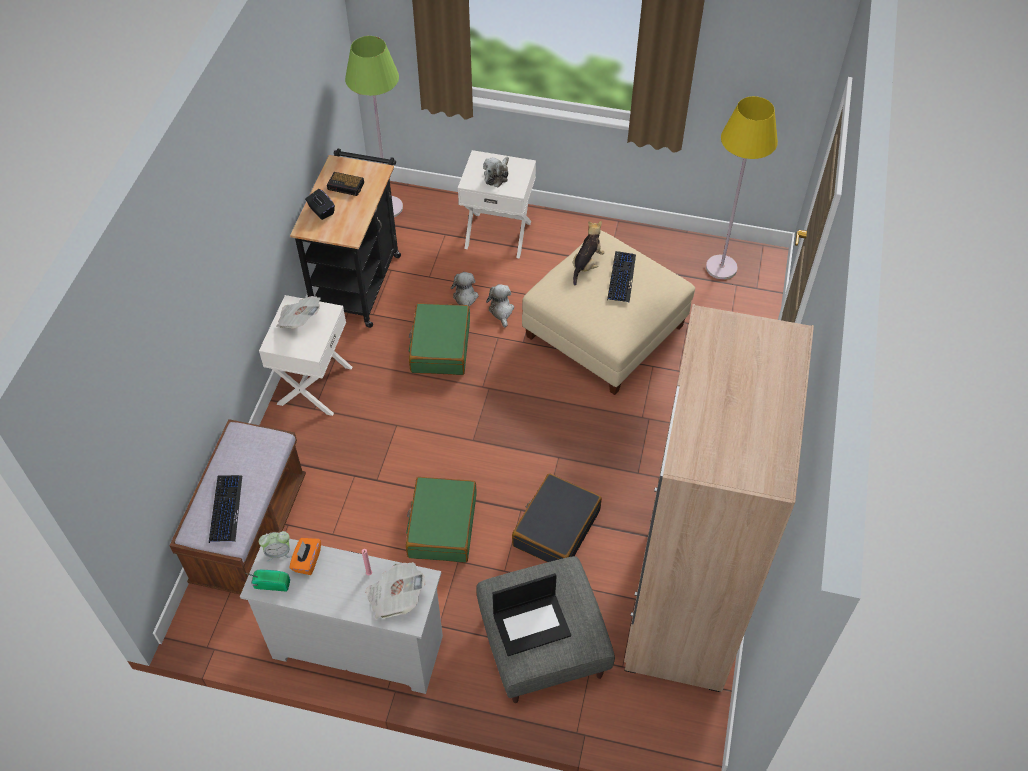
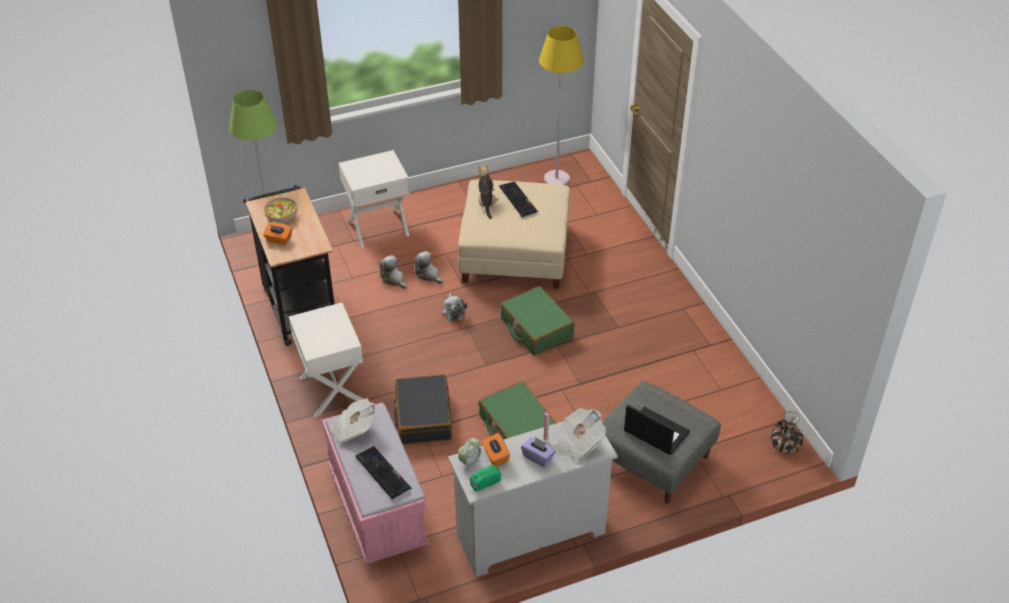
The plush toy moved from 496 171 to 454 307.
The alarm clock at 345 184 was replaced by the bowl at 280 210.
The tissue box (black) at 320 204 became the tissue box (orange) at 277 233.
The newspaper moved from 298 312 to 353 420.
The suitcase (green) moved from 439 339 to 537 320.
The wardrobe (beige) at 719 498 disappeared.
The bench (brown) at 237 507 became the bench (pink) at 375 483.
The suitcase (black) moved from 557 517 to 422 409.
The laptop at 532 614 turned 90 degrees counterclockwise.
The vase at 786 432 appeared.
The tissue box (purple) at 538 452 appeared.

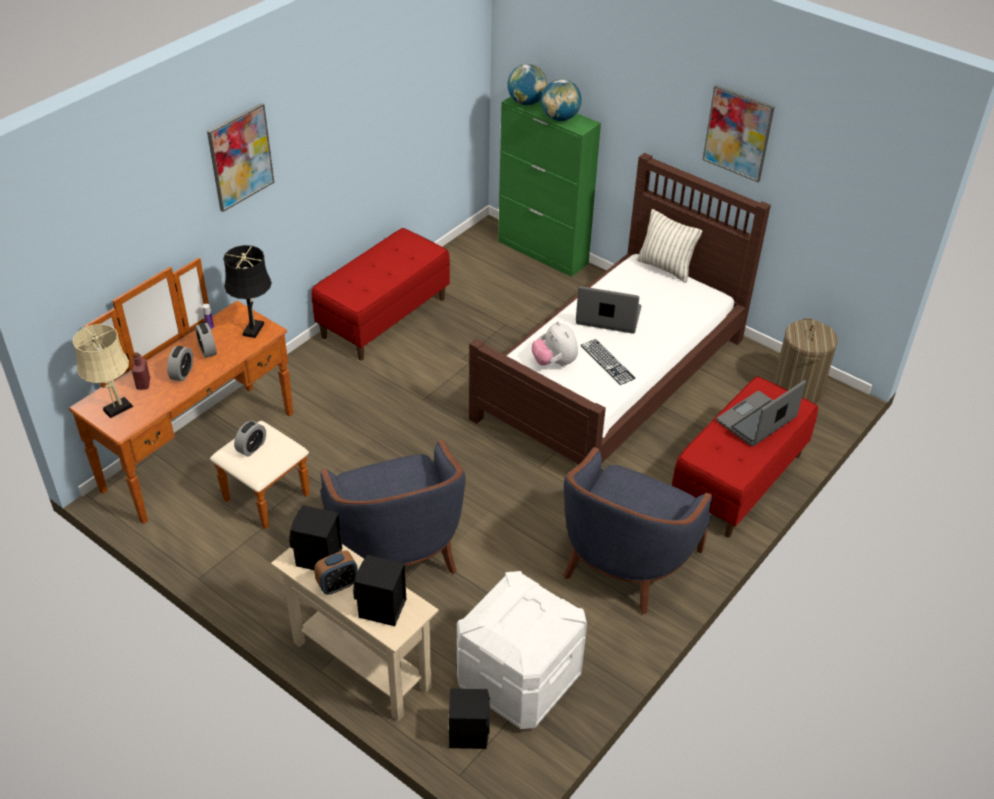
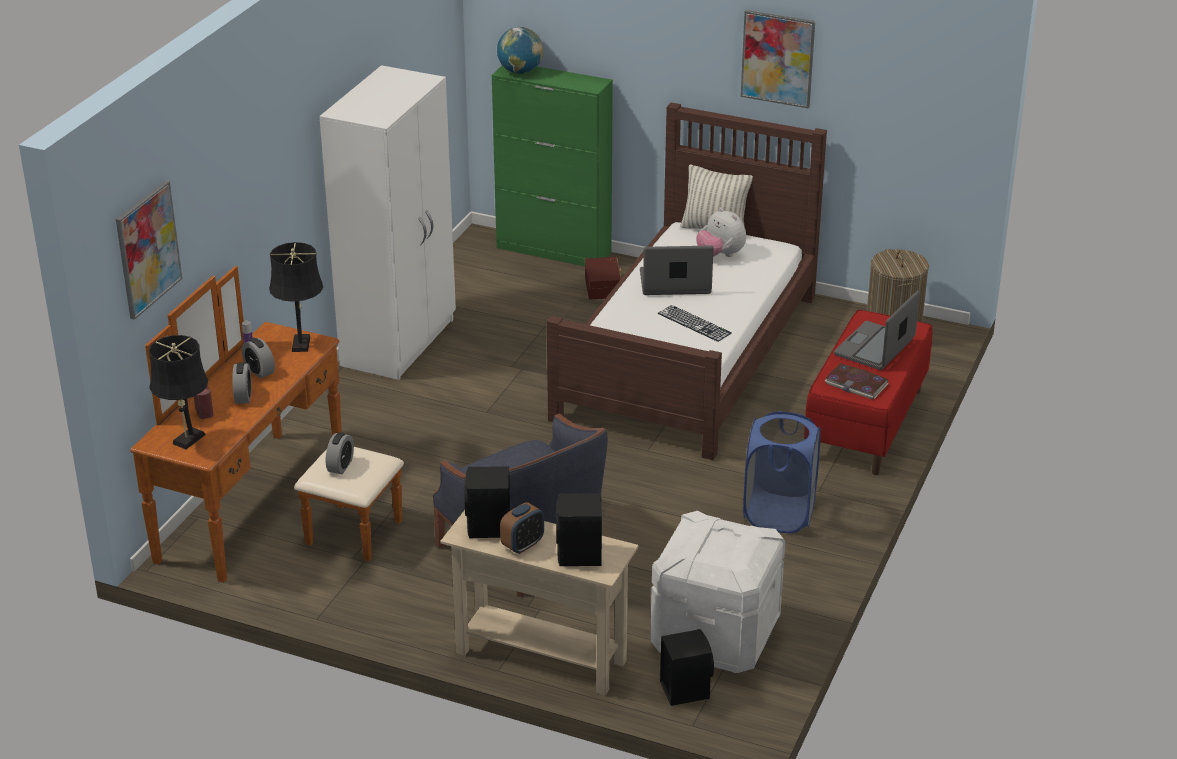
The globe at 561 100 disappeared.
The picture moved from 240 157 to 149 250.
The bench (red) at 380 294 was replaced by the wardrobe (white) at 388 222.
The plush toy moved from 555 343 to 721 232.
The table lamp (beige) at 103 371 became the table lamp (black) at 178 392.
The armchair (blue) at 637 530 was replaced by the laundry basket (blue) at 782 472.
The storage box (brown) at 603 278 appeared.
The book at 857 381 appeared.

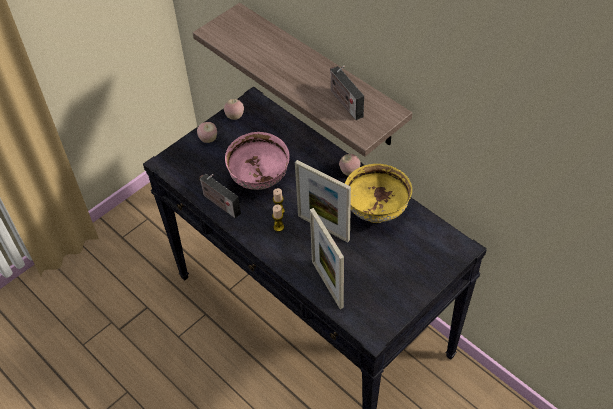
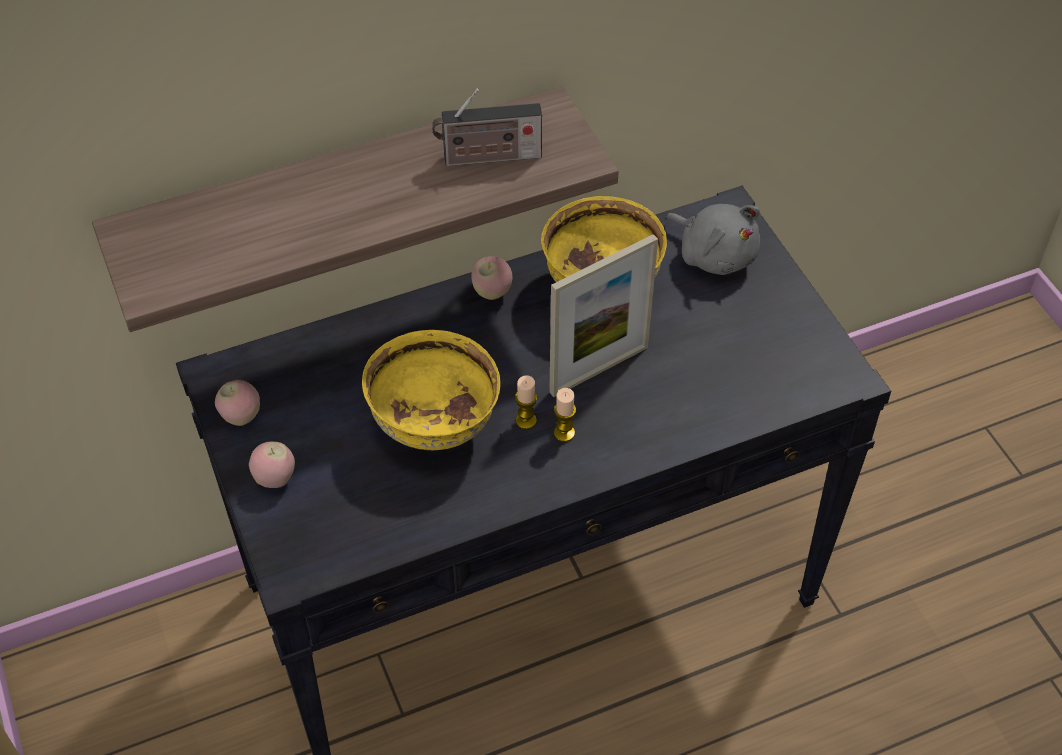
The bowl (pink) at 257 161 became the bowl (yellow) at 431 390.
The radio at 220 196 disappeared.
The picture frame at 327 258 disappeared.
The plush toy (grey) at 713 239 appeared.

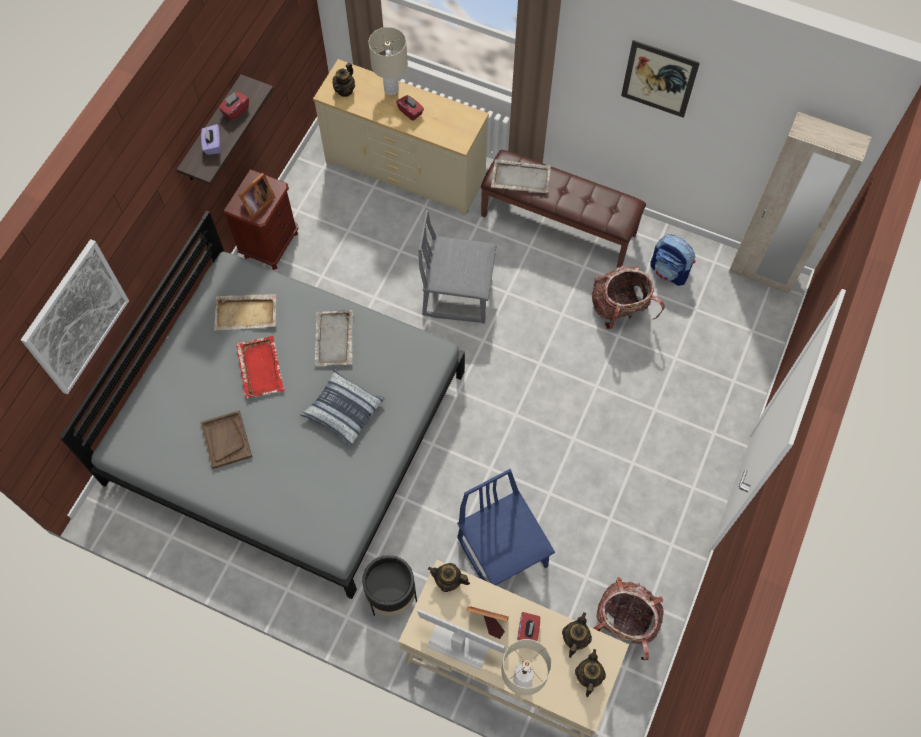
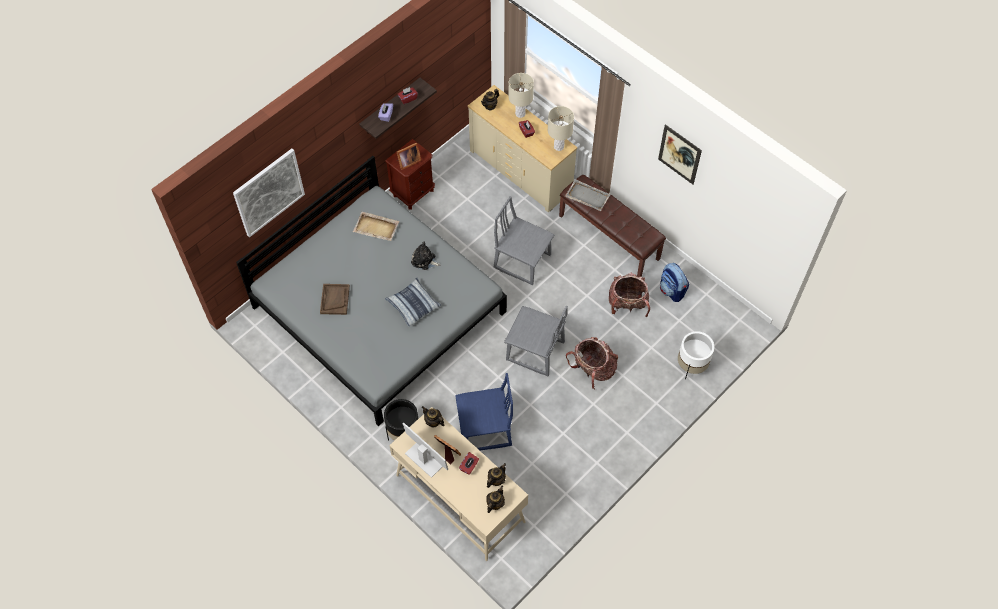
The wardrobe (beige) at 800 203 disappeared.
The tray (grey) at 334 338 was replaced by the plush toy at 426 256.
The tray (red) at 260 367 disappeared.
The chair (blue) at 506 527 turned 90 degrees clockwise.
The backpack moved from 628 618 to 592 363.
The table lamp (beige) moved from 526 667 to 561 128.
The chair (grey) at 536 341 appeared.
The planter (white) at 696 355 appeared.

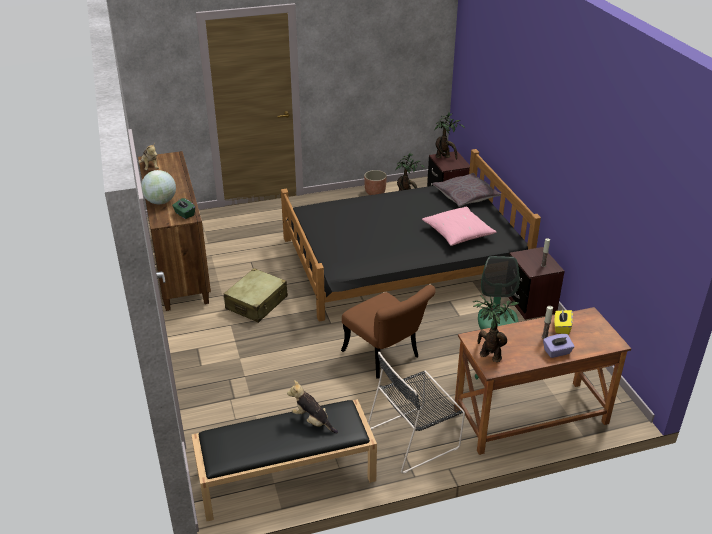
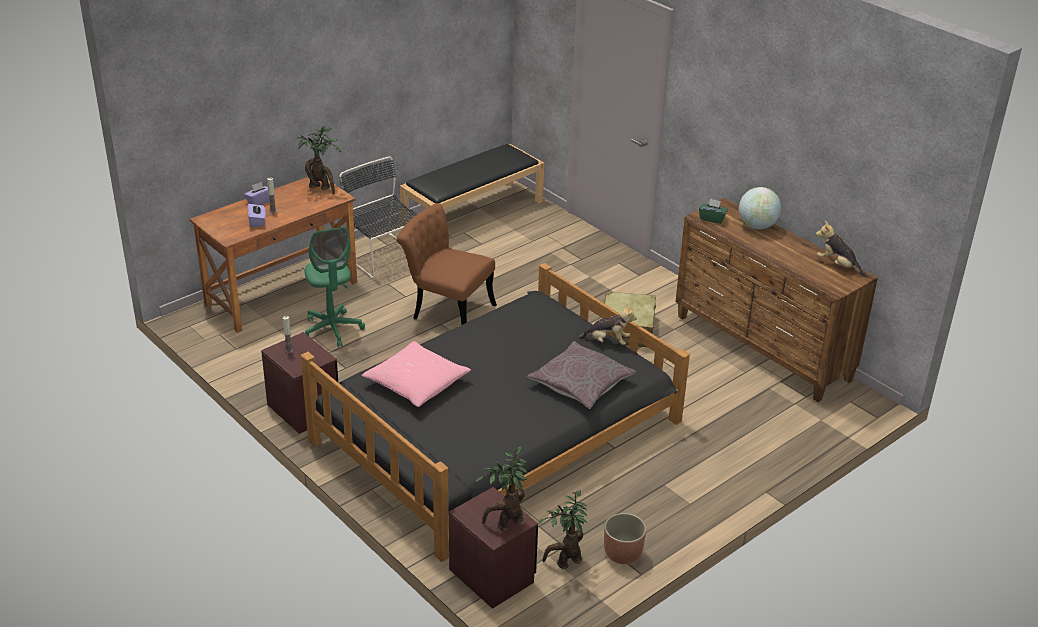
The pillow (grey) moved from 466 190 to 581 375.
The tissue box (yellow) at 563 321 became the tissue box (purple) at 257 214.
The chair (black) at 416 413 turned 75 degrees counterclockwise.
The plush toy moved from 312 406 to 607 324.

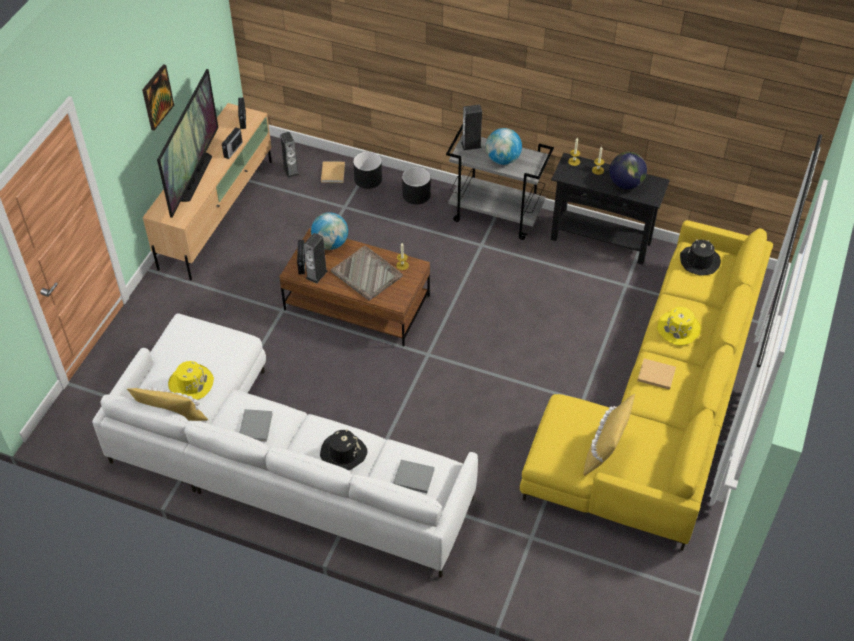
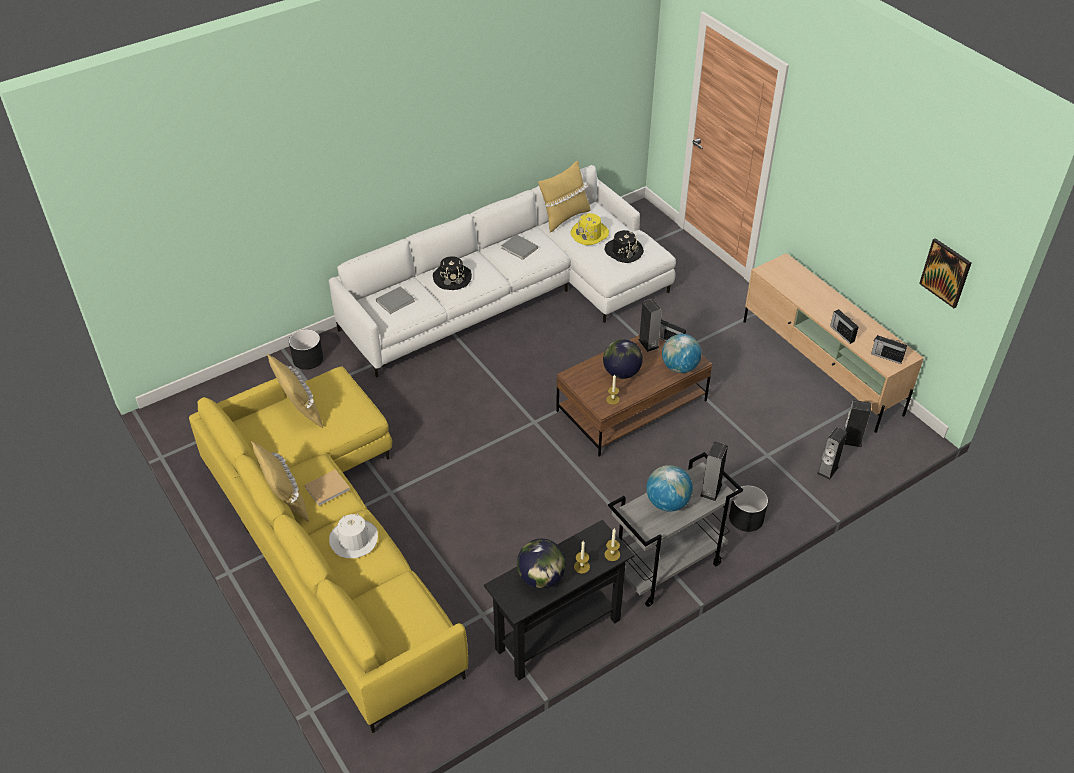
The picture moved from 158 97 to 945 273.
The television at 187 143 disappeared.
The planter (black) moved from 367 170 to 306 349.
The book (beige) at 333 172 was replaced by the speaker at 832 453.
The hat (black) moved from 700 257 to 624 246.
The tray (grey) at 367 273 was replaced by the globe at 623 359.
The hat (yellow) at 679 326 became the hat (white) at 353 536.
The pillow (yellow) at 280 481 appeared.

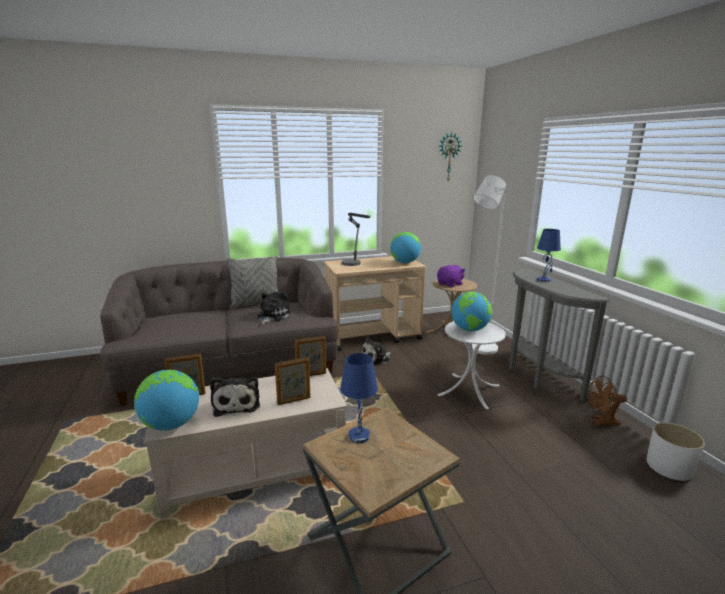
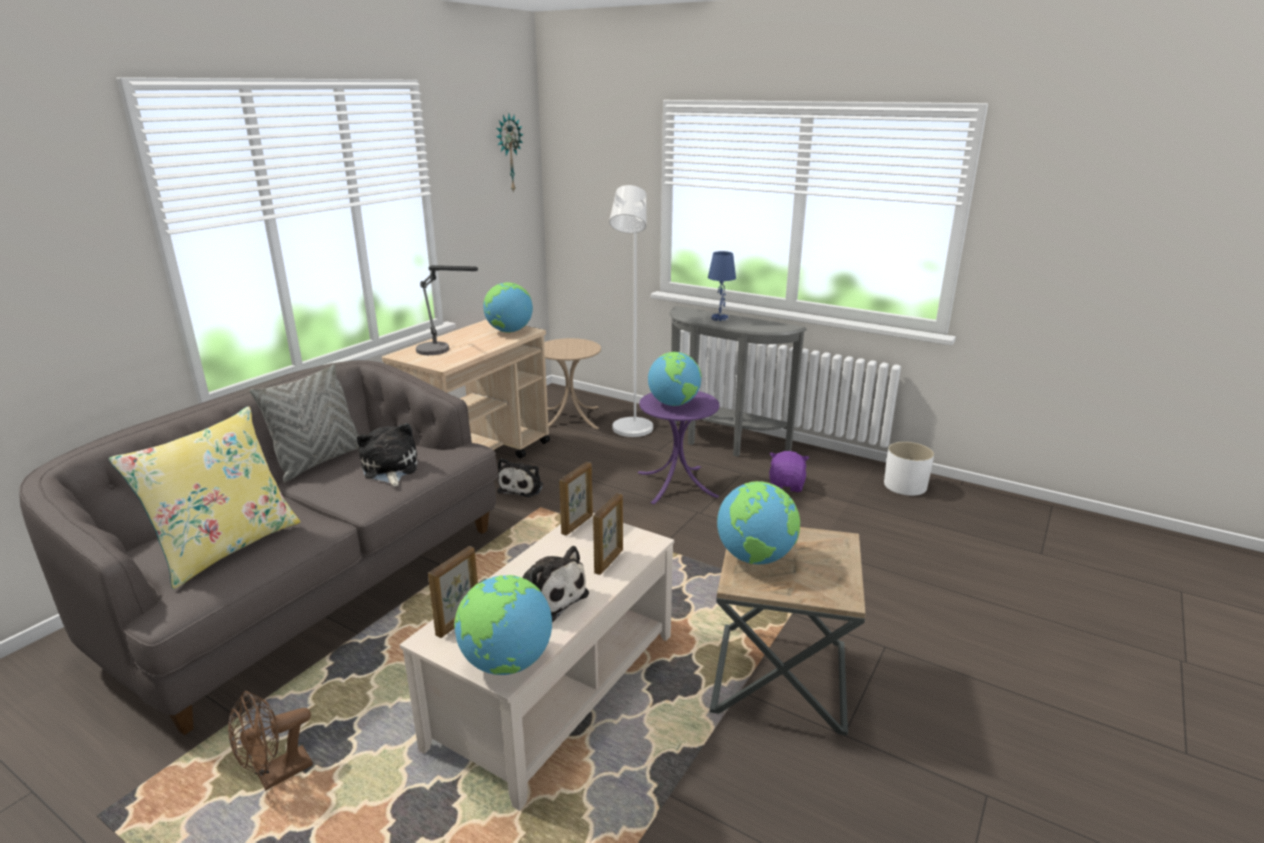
The plush toy (purple) moved from 451 276 to 789 471.
The side table (white) at 471 365 became the side table (purple) at 678 447.
The table lamp (blue) at 359 398 was replaced by the globe at 758 522.
The fan (brown) moved from 607 401 to 270 741.
The pillow (yellow) at 204 497 appeared.

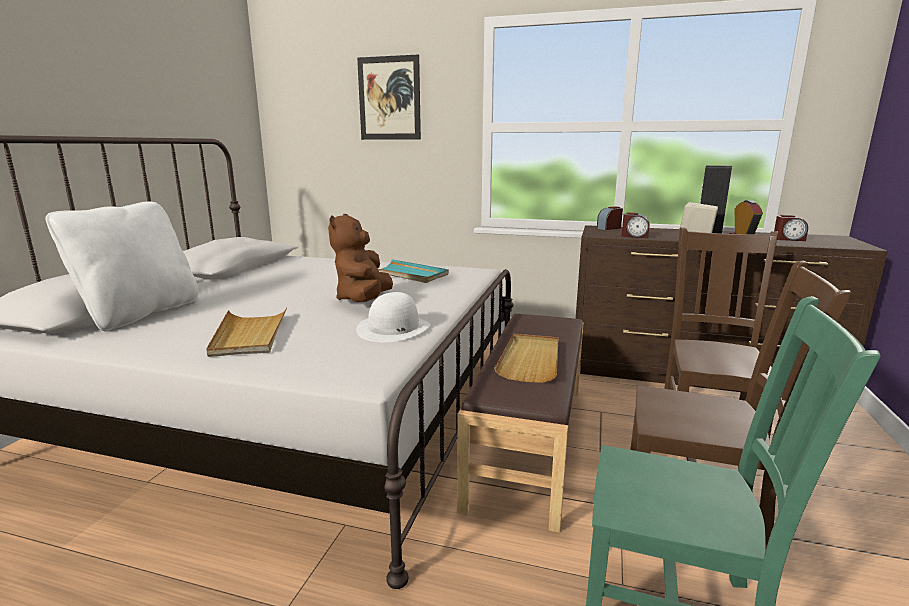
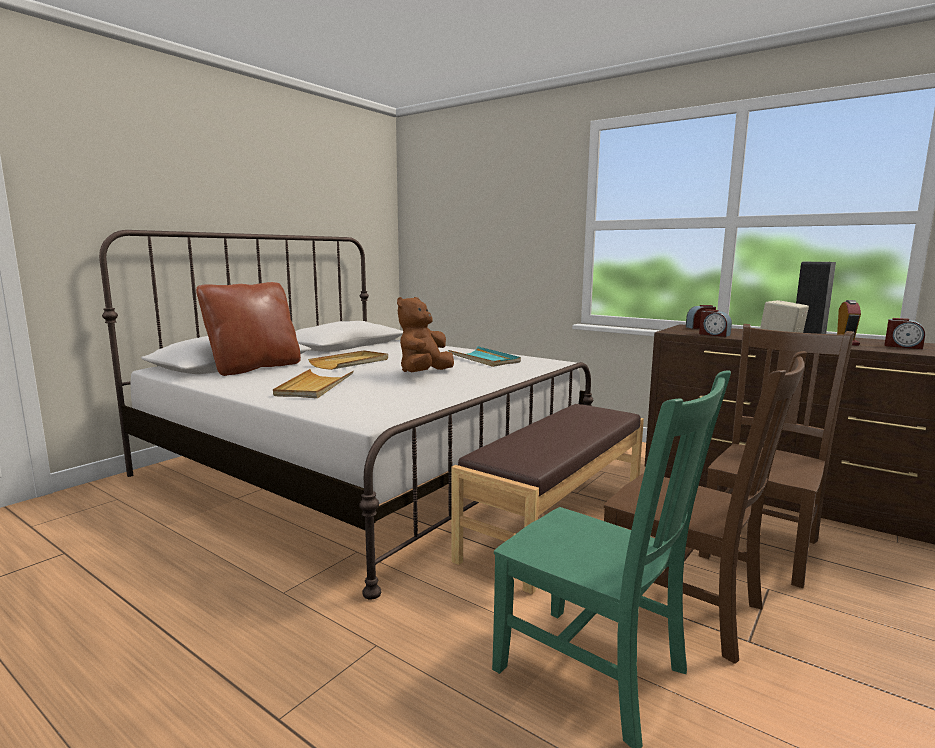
The picture at 389 97 disappeared.
The pillow (white) at 122 266 became the pillow (brown) at 248 329.
The hat (white) at 393 317 disappeared.
The tray (beige) moved from 526 358 to 348 360.

